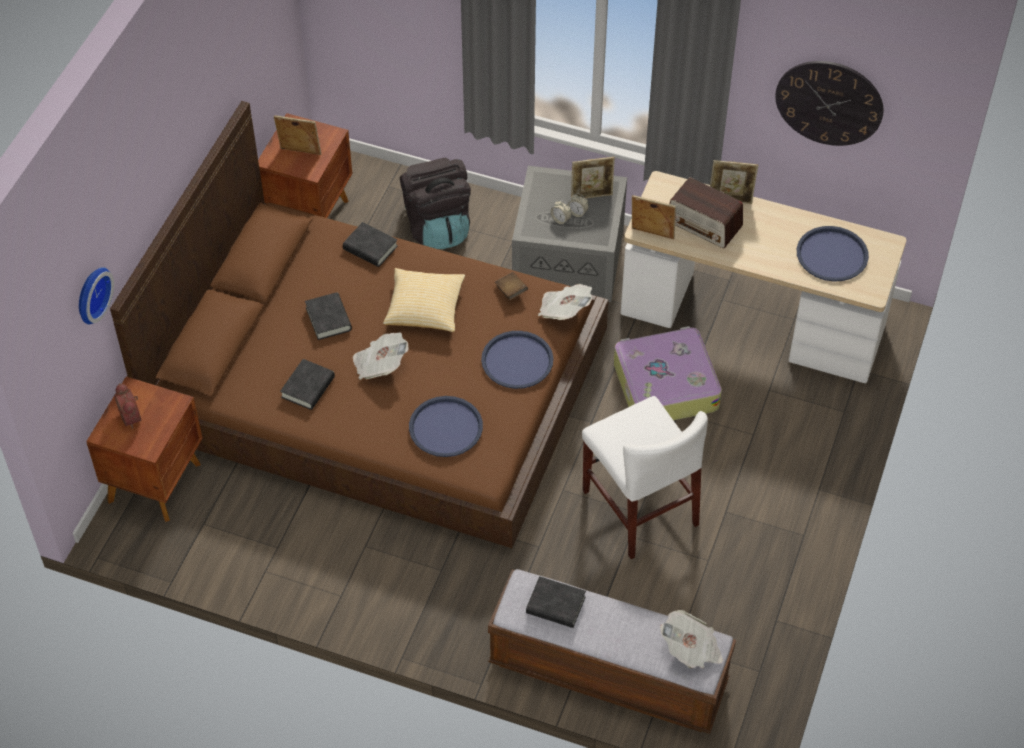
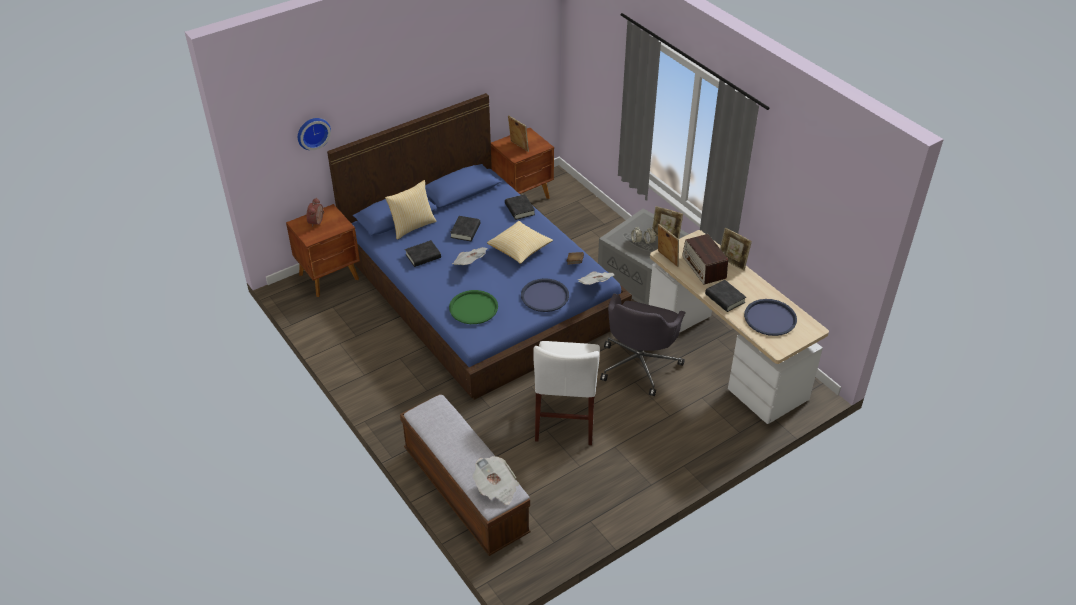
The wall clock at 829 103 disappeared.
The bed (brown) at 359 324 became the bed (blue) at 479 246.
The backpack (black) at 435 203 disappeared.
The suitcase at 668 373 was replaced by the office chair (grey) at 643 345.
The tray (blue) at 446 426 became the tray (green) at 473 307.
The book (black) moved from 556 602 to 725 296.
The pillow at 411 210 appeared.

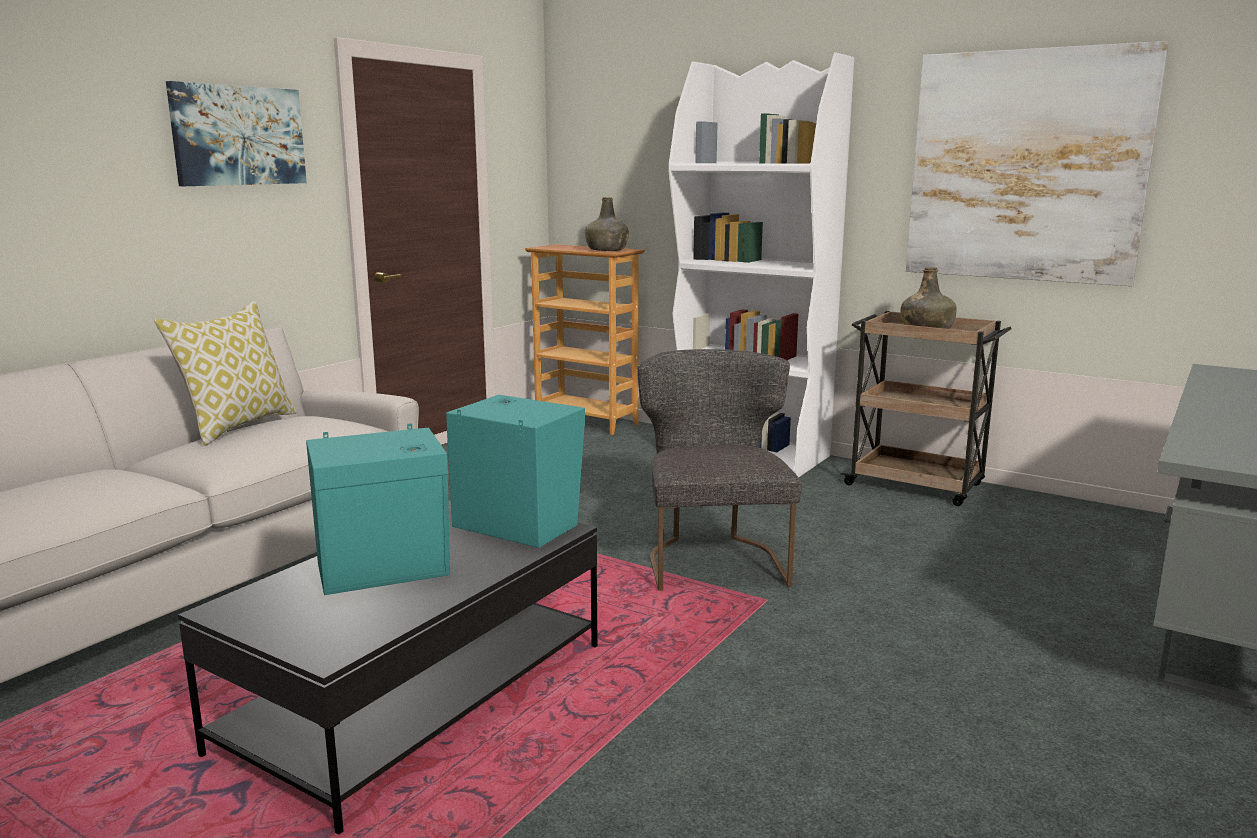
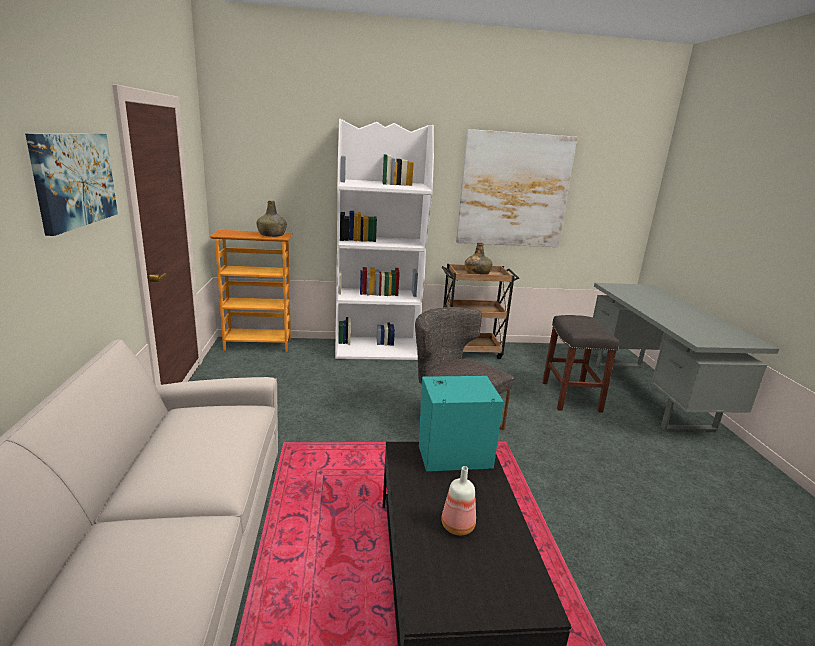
The pillow at 226 373 disappeared.
The speaker (turquoise) at 378 509 was replaced by the bottle at 458 500.
The stool (grey) at 580 364 appeared.

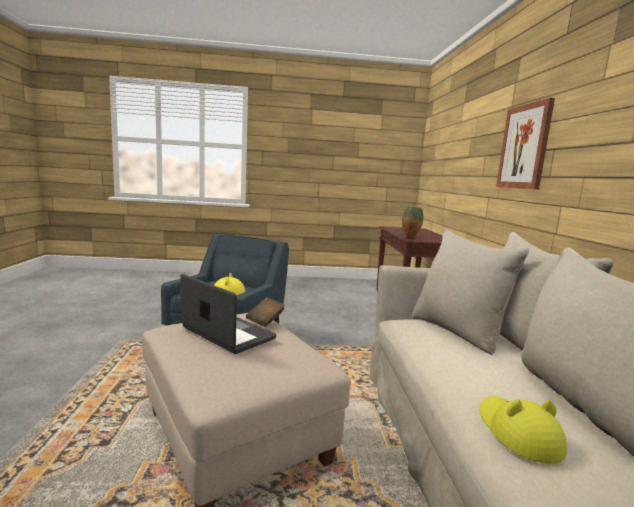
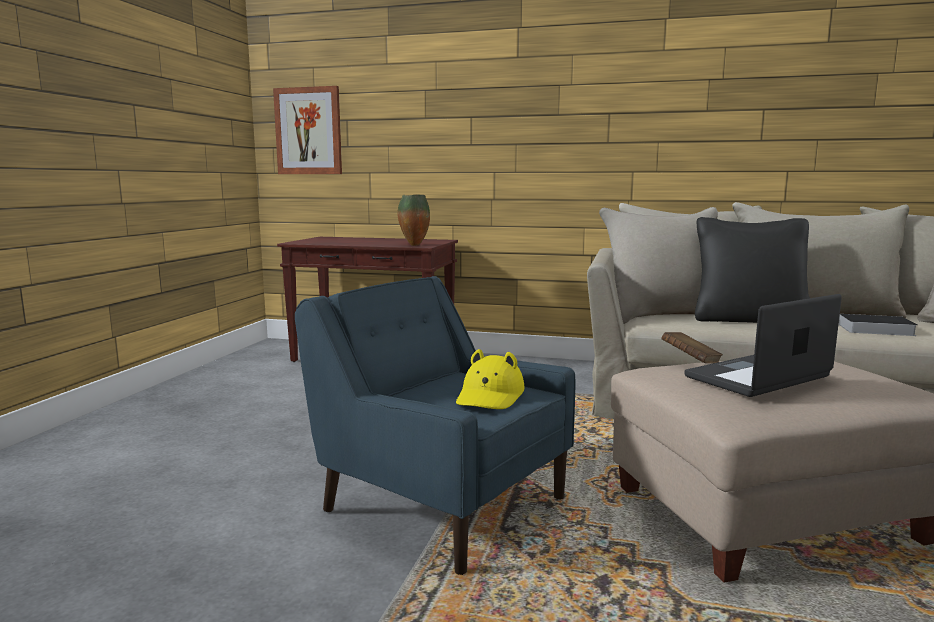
The picture moved from 525 144 to 307 130.
The hat (yellow) at 523 429 was replaced by the book at 878 325.
The pillow (black) at 752 270 appeared.

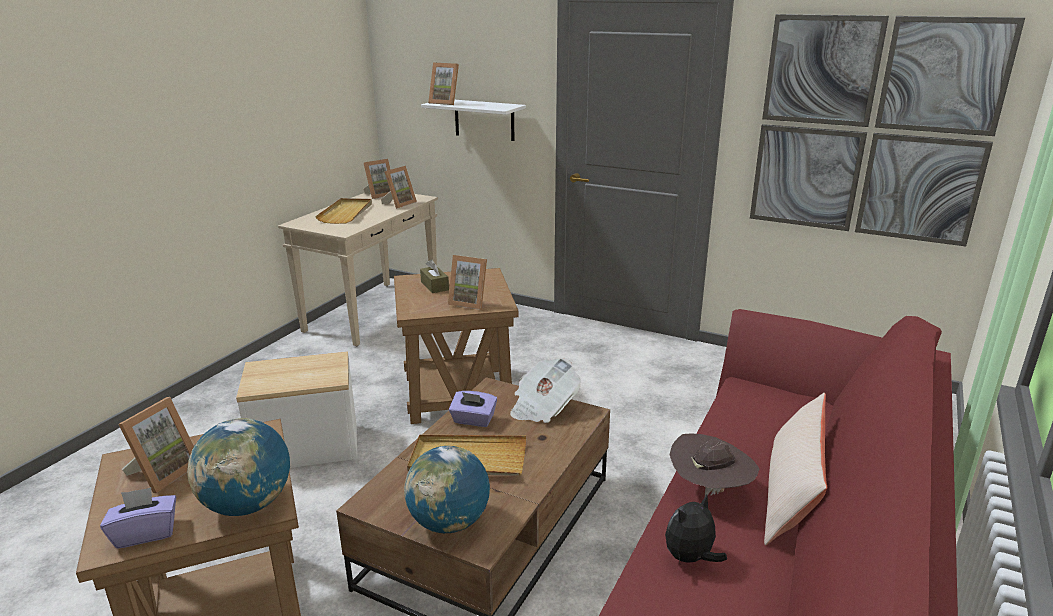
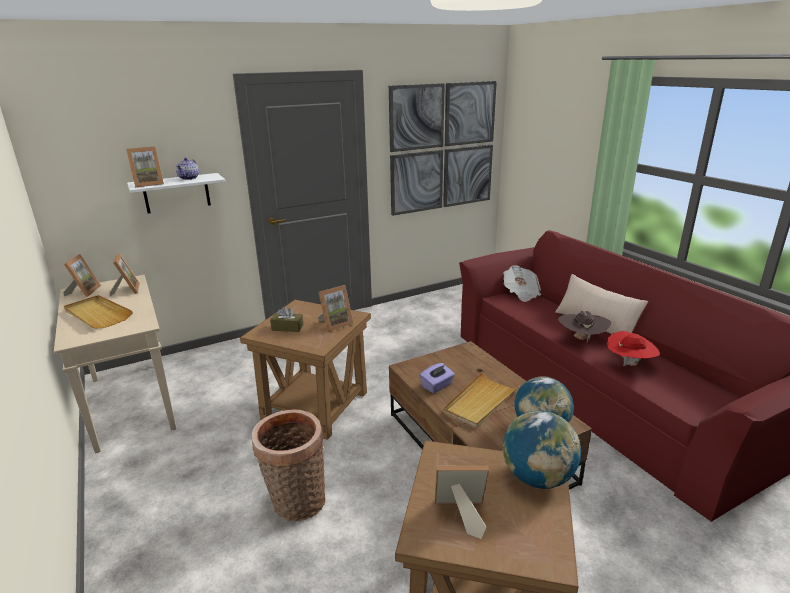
The side table at 296 409 was replaced by the basket at 288 465.
The newspaper moved from 545 390 to 522 283.
The picture frame at 156 445 turned 60 degrees counterclockwise.
The tissue box (purple) at 138 518 disappeared.
The plush toy at 696 528 was replaced by the hat (red) at 633 348.
The teapot at 187 169 appeared.

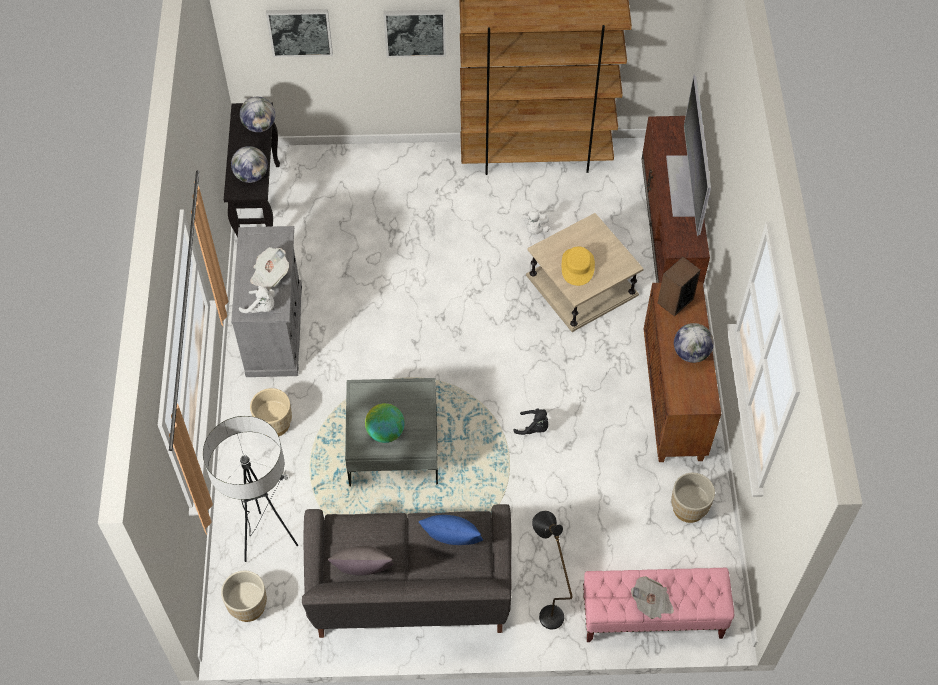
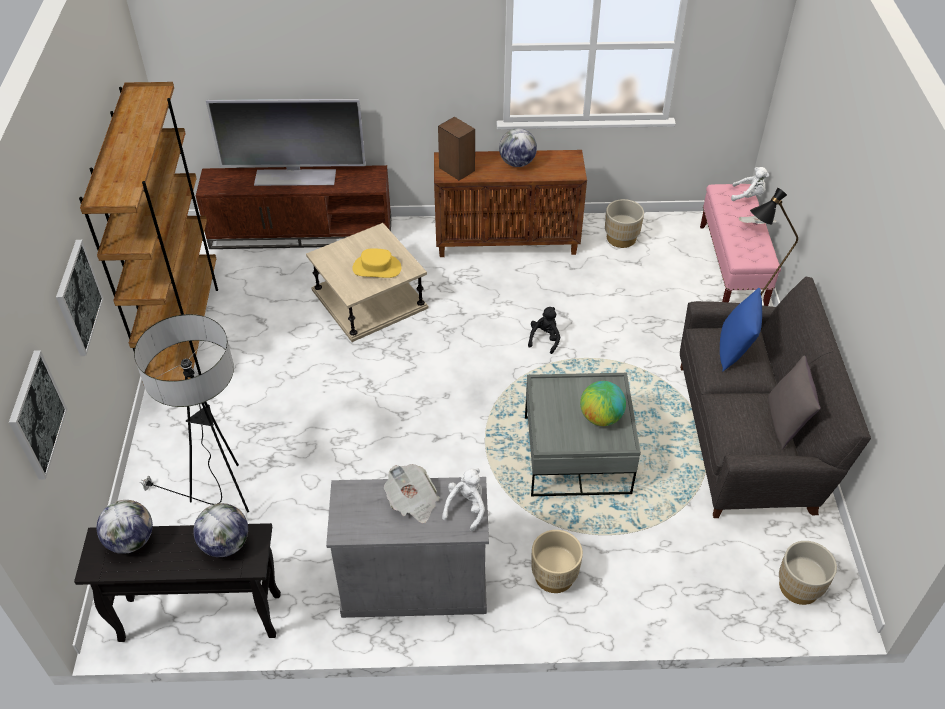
The plush toy (white) moved from 536 223 to 750 184.
The floor lamp moved from 250 489 to 191 413.

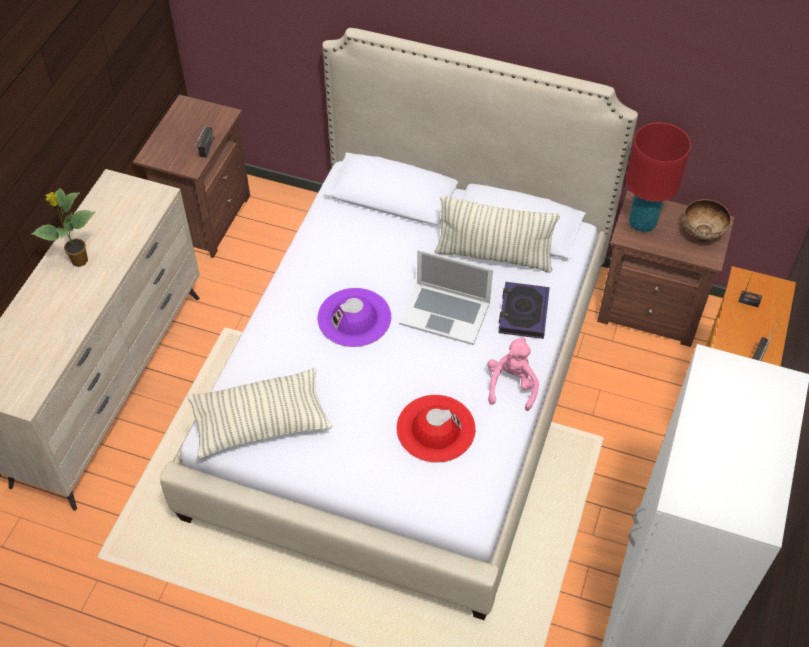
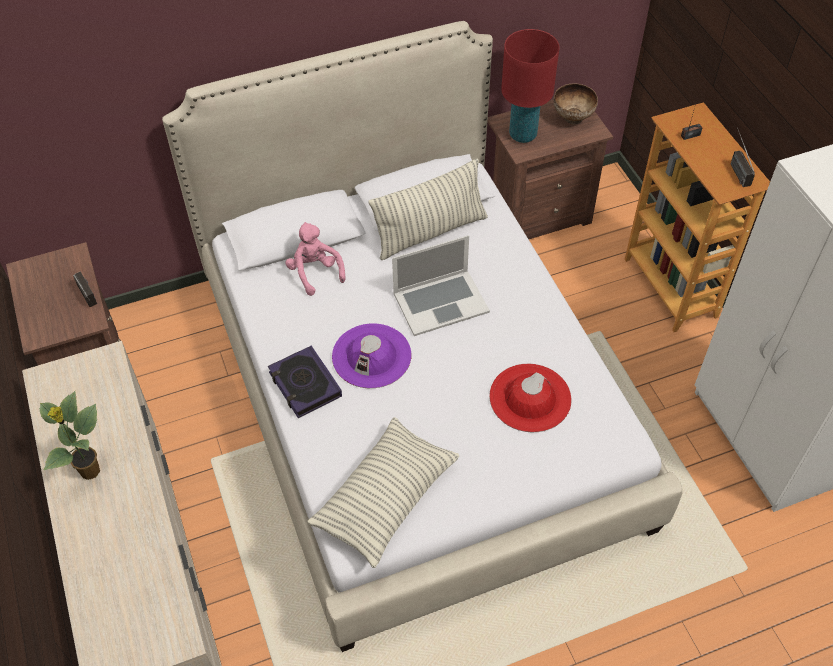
The book moved from 524 310 to 305 381.
The plush toy (pink) moved from 513 374 to 315 259.

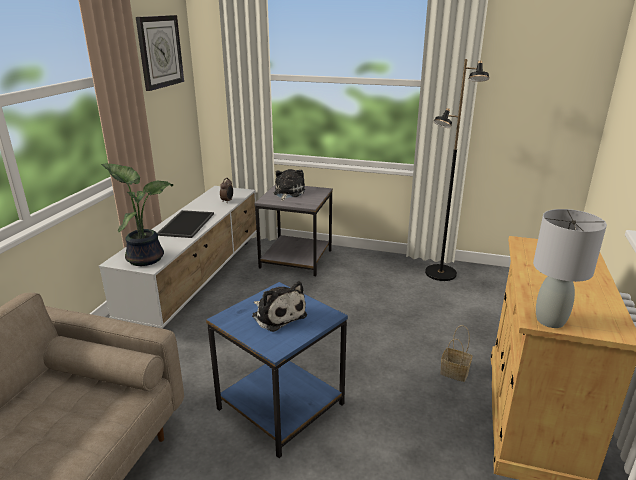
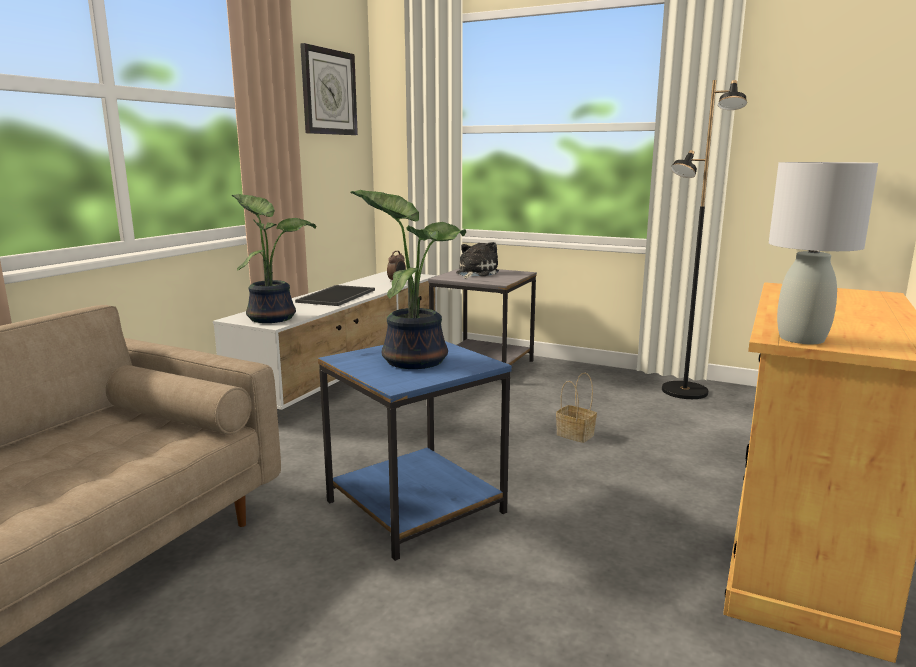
The plush toy at 279 306 was replaced by the potted plant at 408 279.
The basket moved from 456 353 to 576 408.

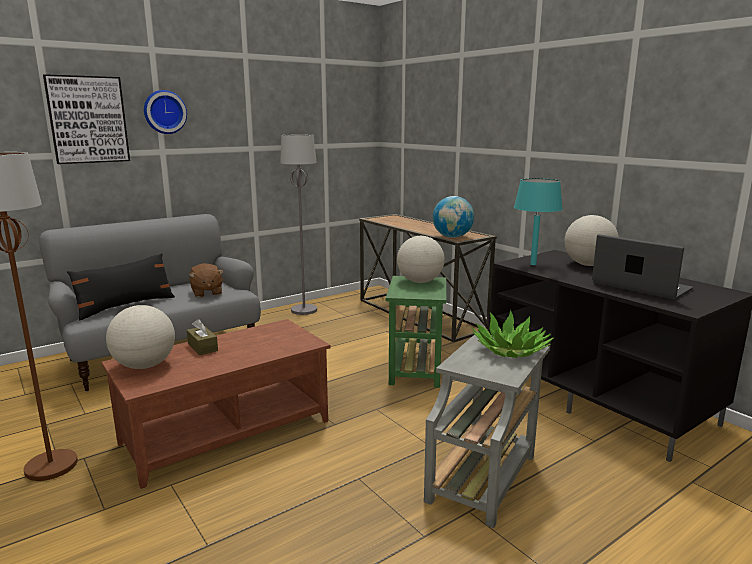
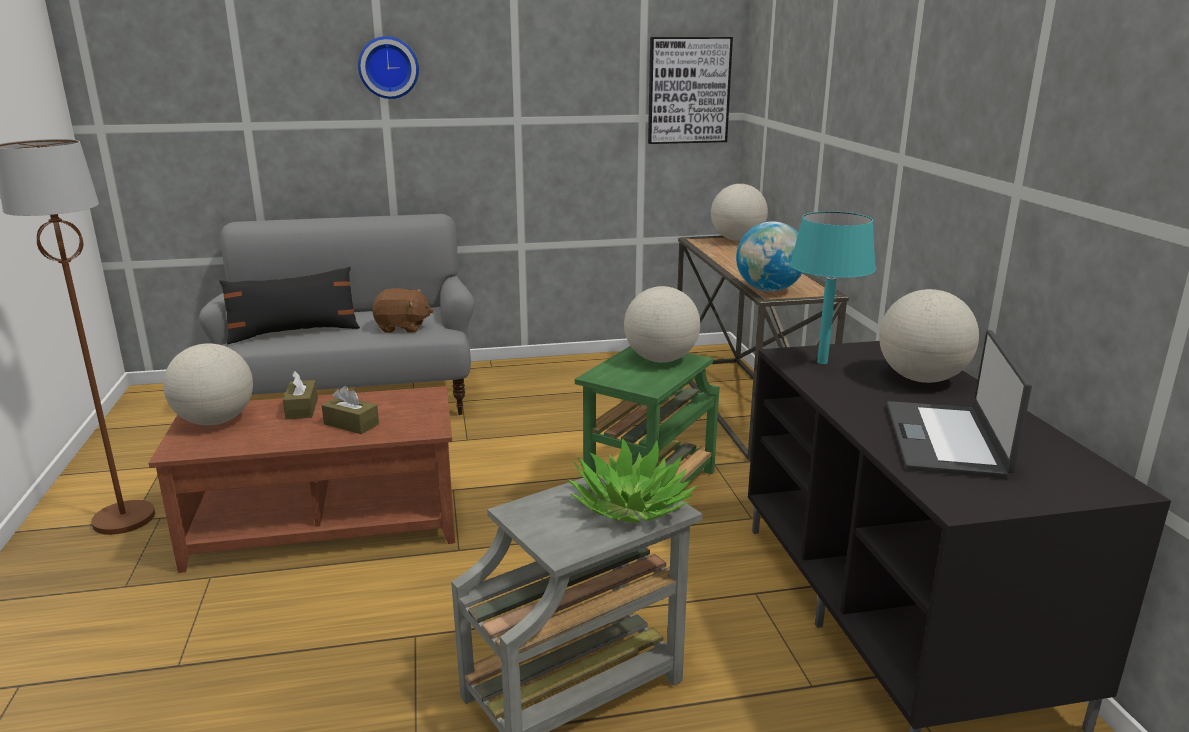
The picture moved from 86 119 to 690 90.
The floor lamp (grey) at 298 225 disappeared.
The laptop at 642 267 turned 150 degrees counterclockwise.
The plush toy (brown) at 206 280 turned 90 degrees counterclockwise.
The globe at 739 212 appeared.
The tissue box (brown) at 350 410 appeared.

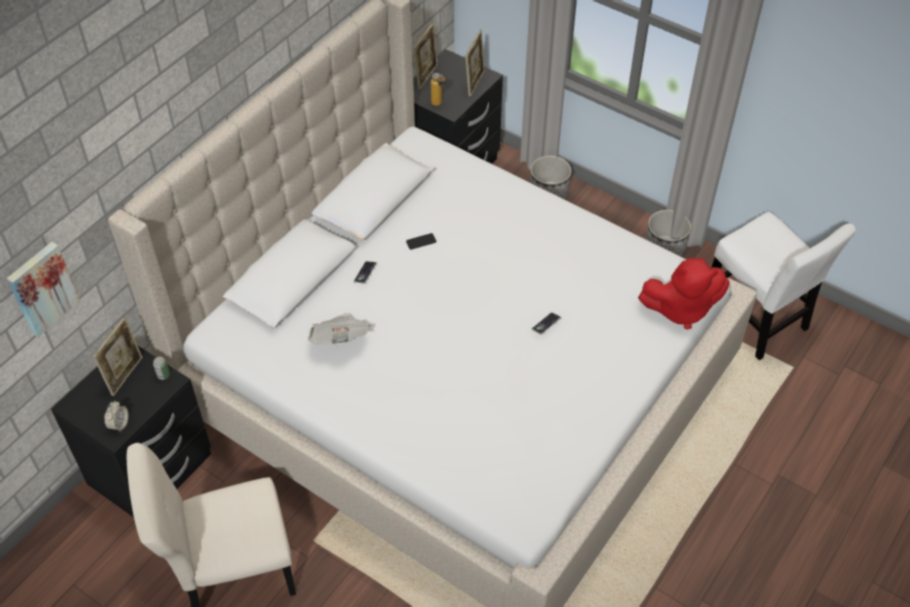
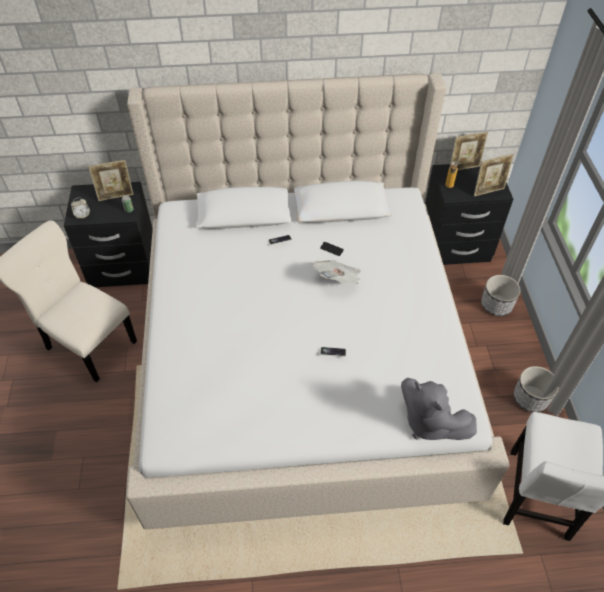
The picture at 43 289 disappeared.
The plush toy (red) at 684 294 became the plush toy (grey) at 439 409.
The newspaper moved from 339 329 to 337 272.

